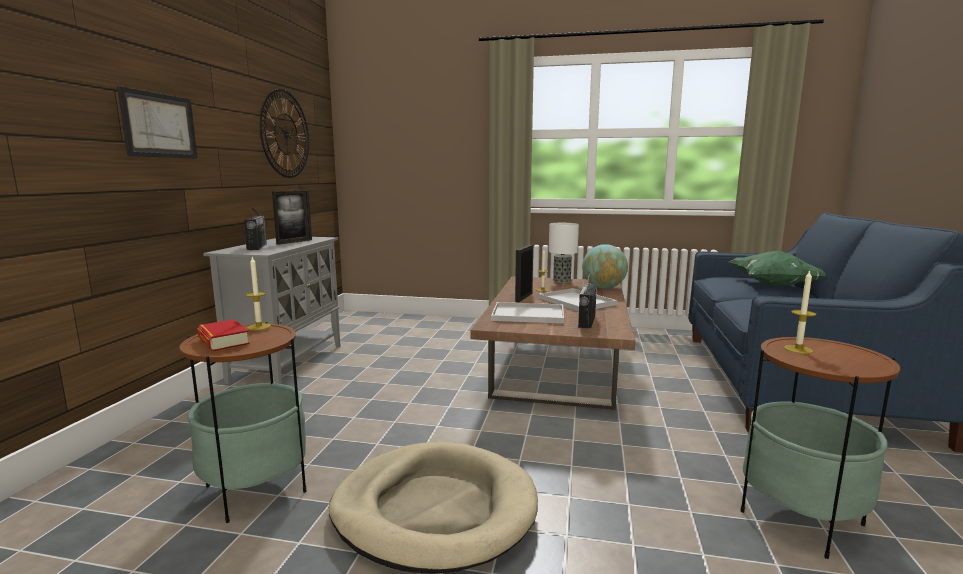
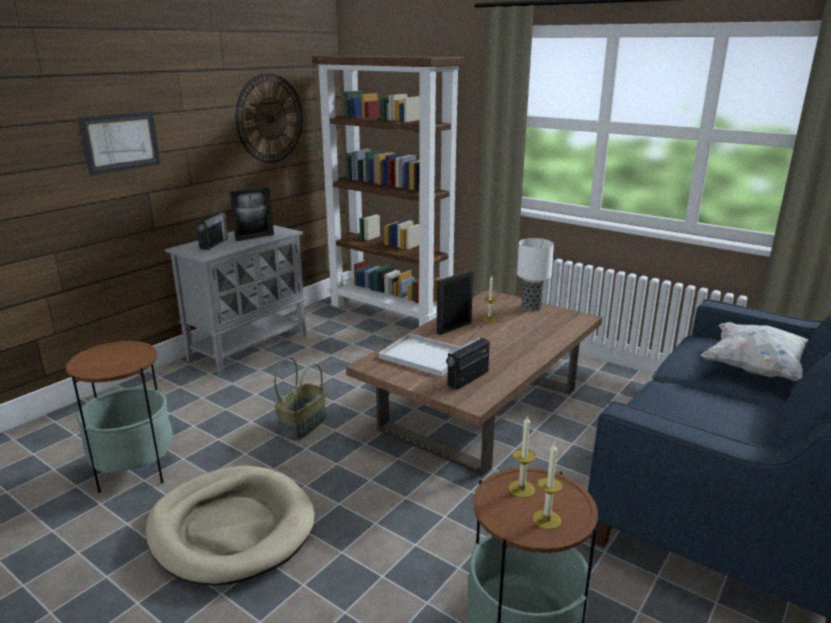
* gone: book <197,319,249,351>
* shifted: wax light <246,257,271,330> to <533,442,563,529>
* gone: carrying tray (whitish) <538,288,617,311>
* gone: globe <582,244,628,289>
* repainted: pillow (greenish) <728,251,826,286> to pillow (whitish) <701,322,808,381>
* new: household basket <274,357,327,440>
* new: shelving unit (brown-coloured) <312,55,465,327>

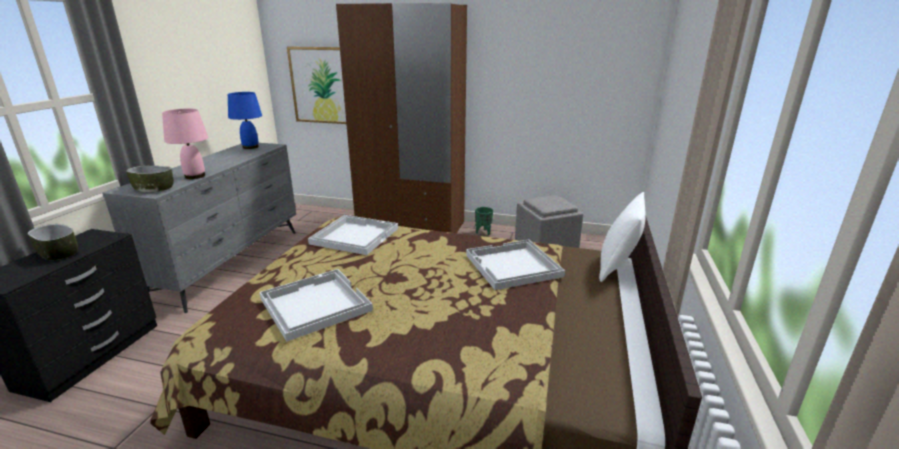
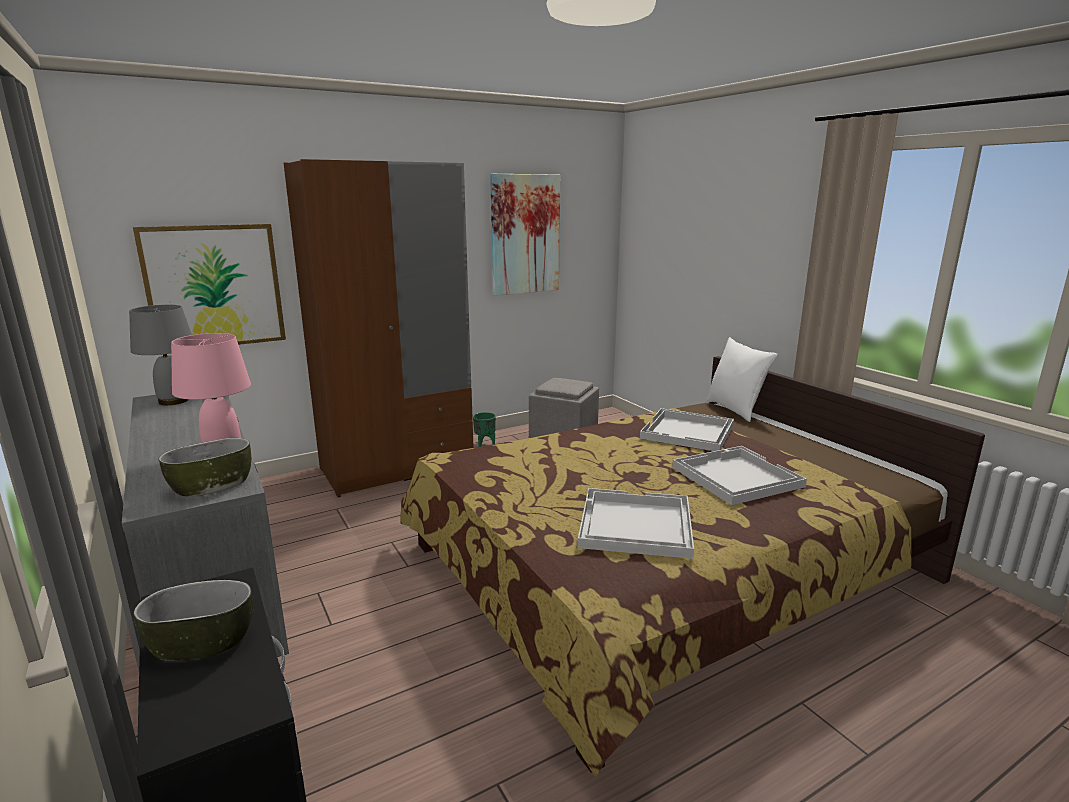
* repainted: table lamp (bluish) <228,92,262,149> to table lamp (gray) <129,305,192,405>
* shifted: carrying tray (whitish) <308,215,398,255> to <672,446,807,505>
* new: wall picture <490,174,560,296>

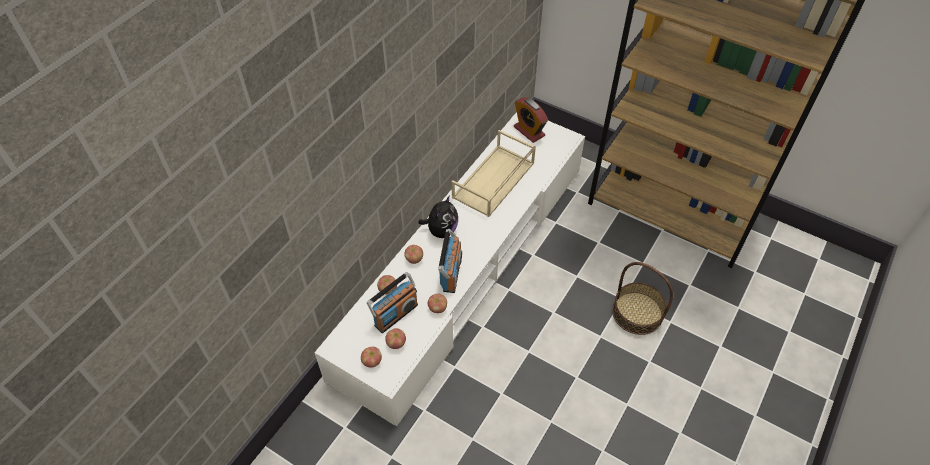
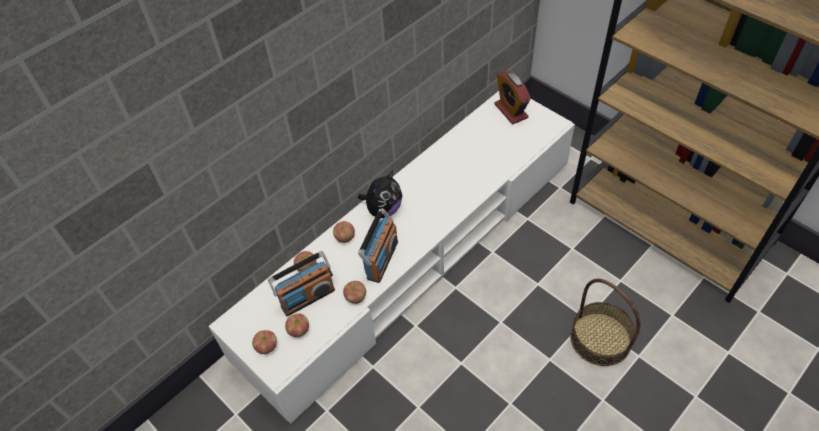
* gone: carrying tray (beige-coloured) <452,130,536,217>

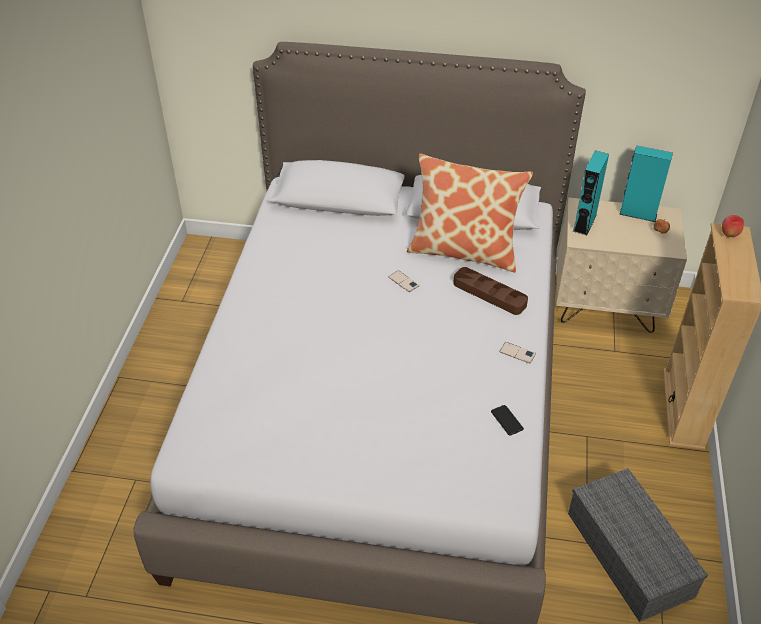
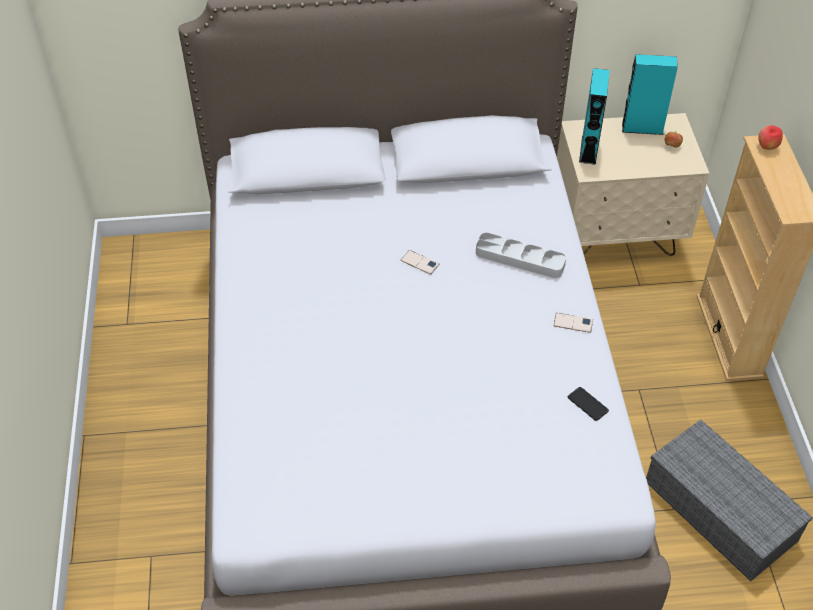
* gone: pillow <407,154,533,272>
* repainted: carrying tray (brown-coloured) <453,267,528,315> to carrying tray (gray) <476,232,566,278>

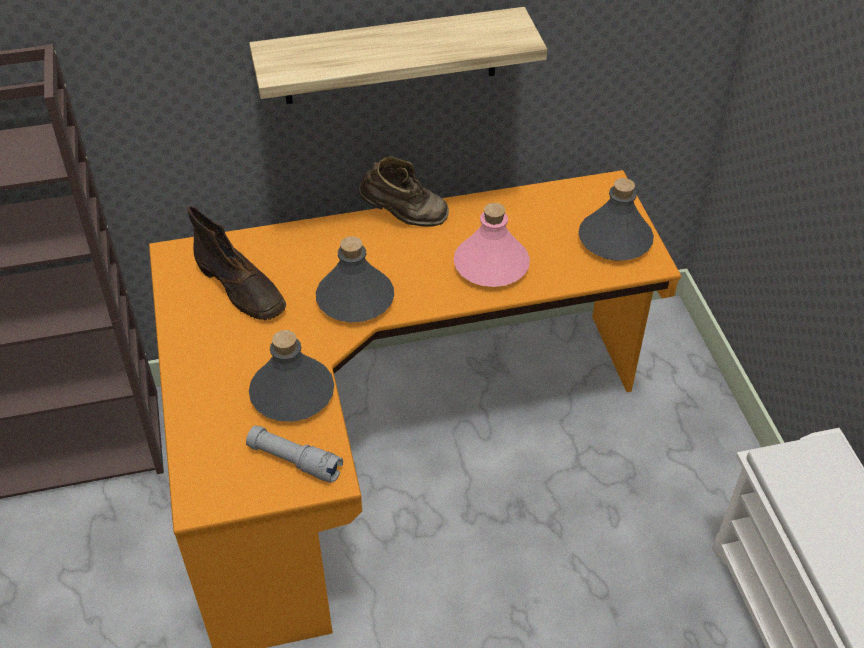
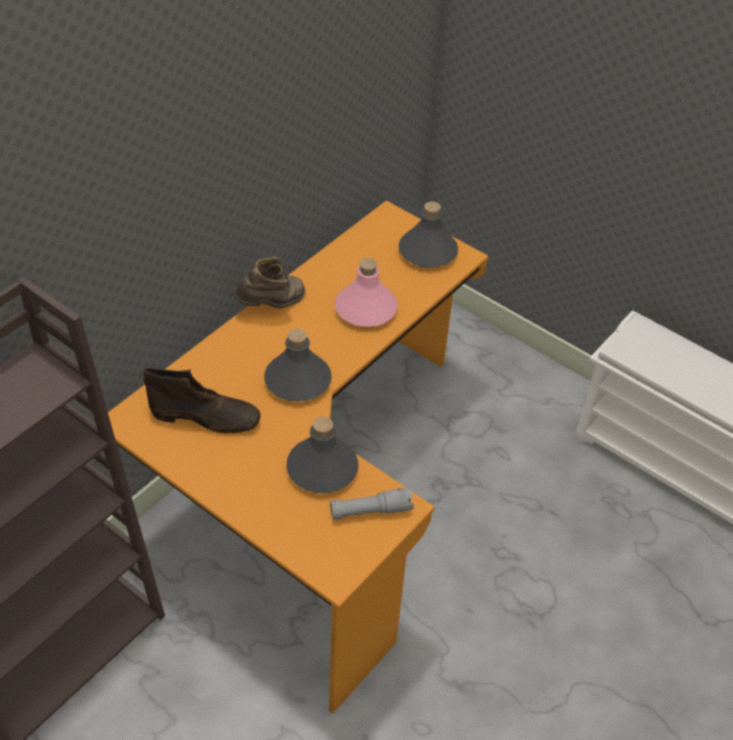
* gone: bracket shelf <249,7,547,104>

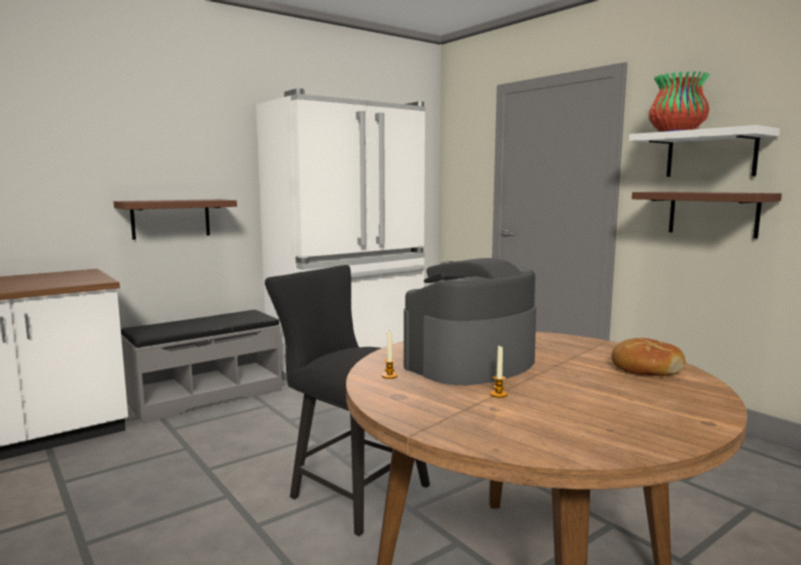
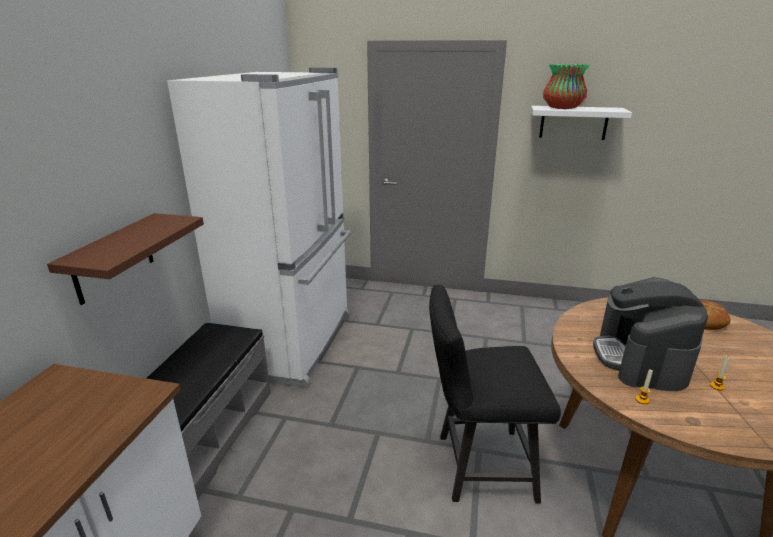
* gone: bracket shelf (brown-coloured) <632,192,782,239>

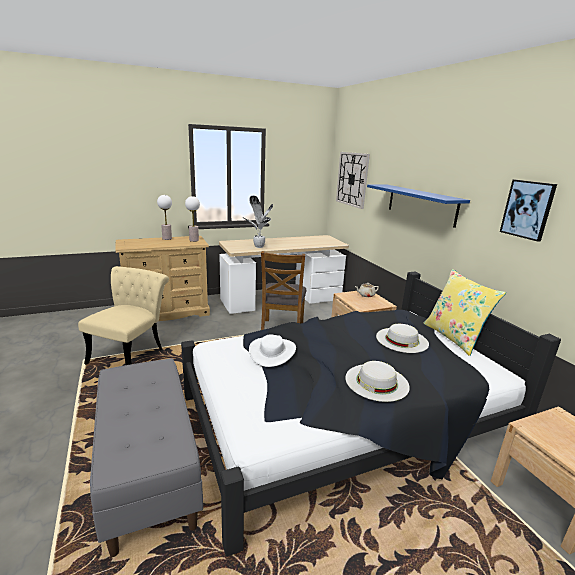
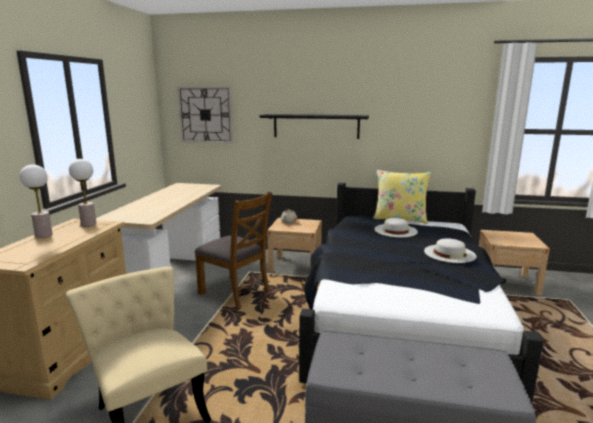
* gone: plant in a pot <244,196,273,248>
* gone: wearable hat (whitish) <249,334,296,367>
* repainted: bracket shelf (bluish) <367,185,470,228> to bracket shelf (blackish) <260,114,369,139>
* gone: wall picture <500,180,557,242>

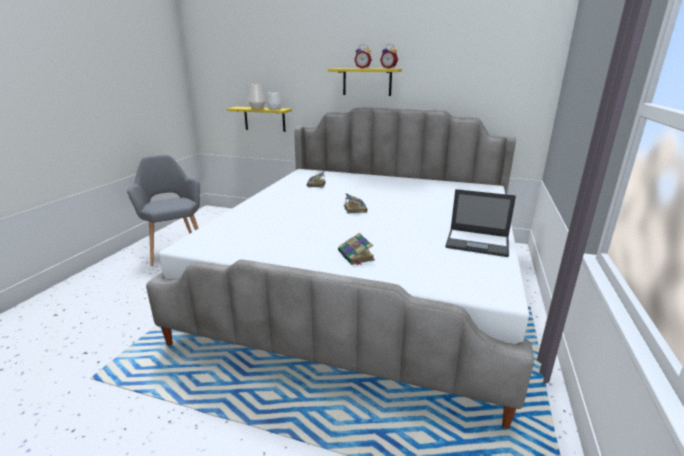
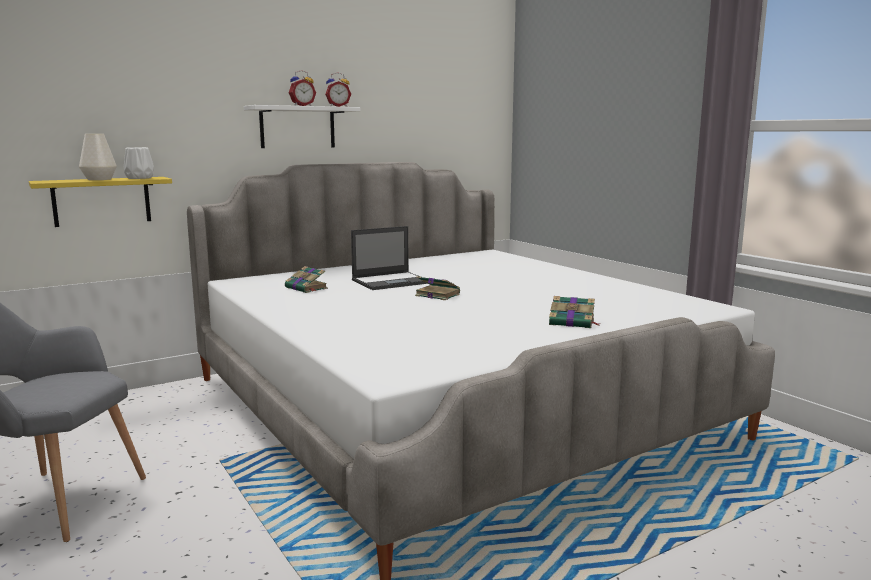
* repainted: bracket shelf (yellow) <328,68,402,96> to bracket shelf (whitish) <244,105,360,148>
* shifted: portable computer <445,189,516,257> to <351,226,428,290>

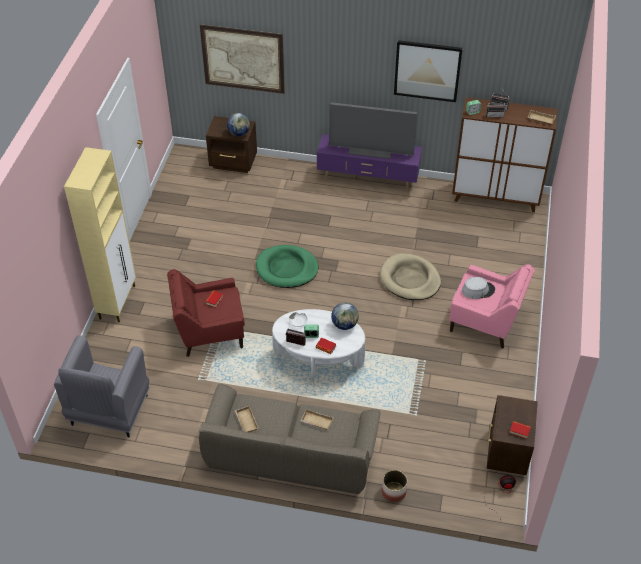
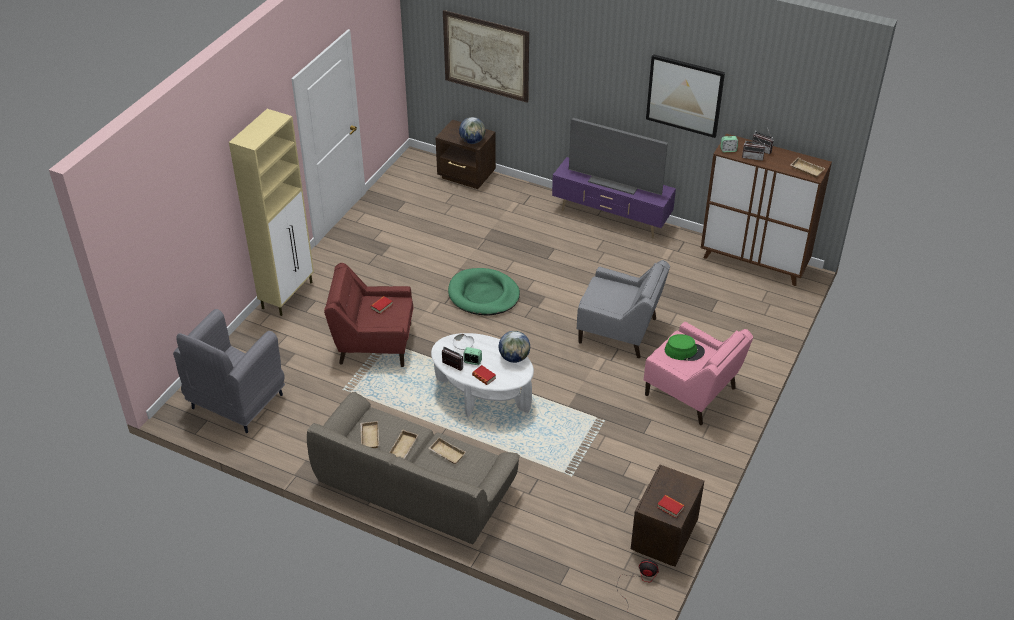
* swapped: dog bed (beige-coloured) <380,253,441,300> to lounge chair (gray) <577,260,670,358>
* gone: plant pot <382,470,407,502>
* repainted: wearable hat (gray) <462,277,495,299> to wearable hat (greenish) <665,334,705,361>
* new: carrying tray (beige-coloured) <389,429,418,459>

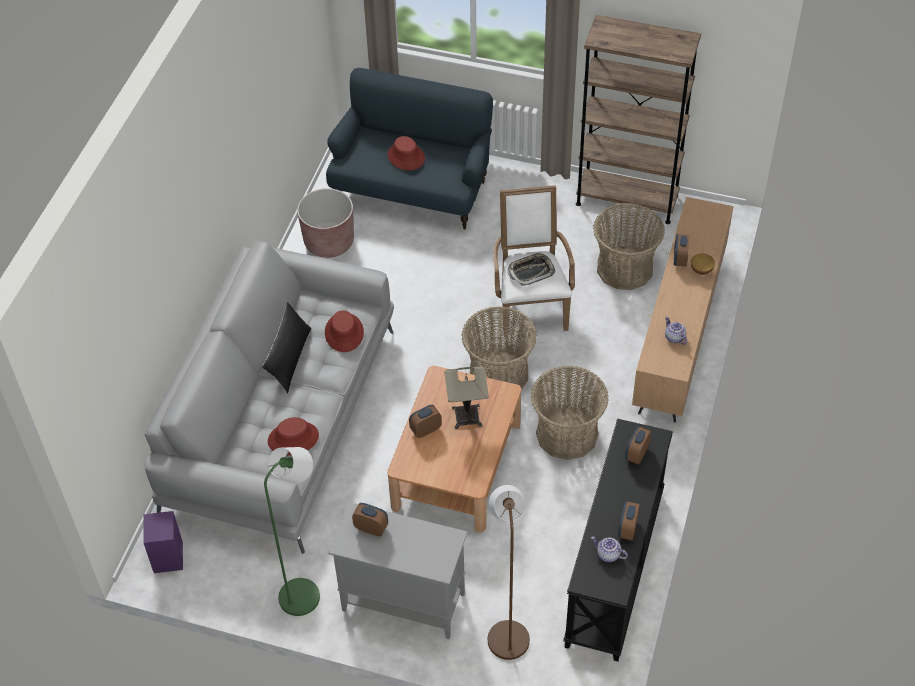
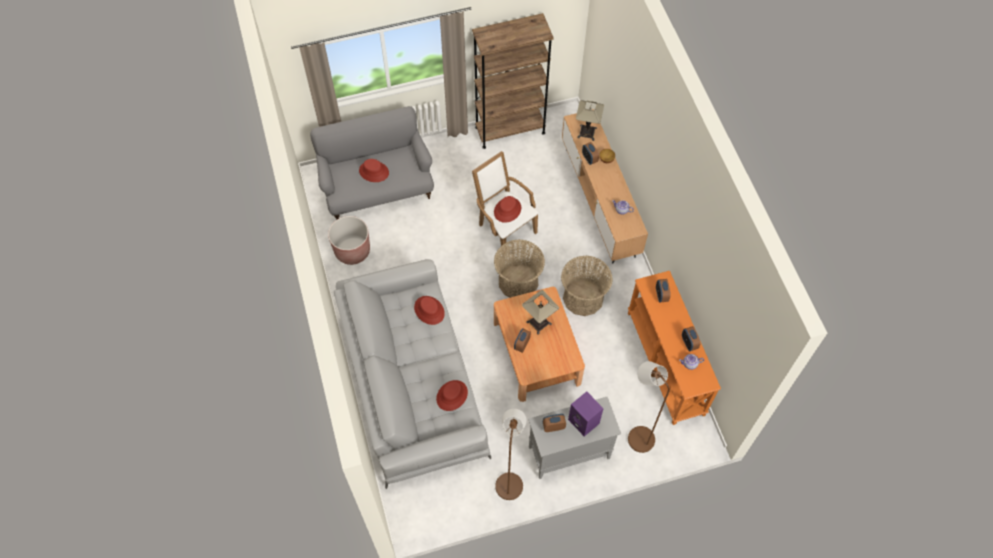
* shifted: loudspeaker (purple-coloured) <143,511,183,573> to <568,391,604,437>
* gone: pillow (blackish) <262,302,311,393>
* repainted: standing lamp (greenish) <264,447,320,616> to standing lamp (brown-coloured) <495,408,527,500>
* repainted: settee (bluish) <326,68,493,229> to settee (gray) <310,106,434,220>
* swapped: carrying tray <507,252,555,286> to wearable hat (red-coloured) <494,196,521,223>
* repainted: console table (blackish) <564,419,673,662> to console table (orange-coloured) <628,271,721,425>
* gone: household basket <593,203,665,290>
* new: table lamp <576,100,604,141>

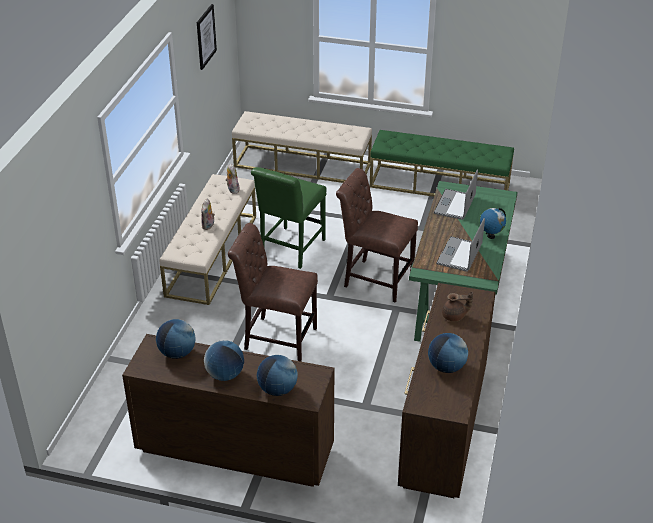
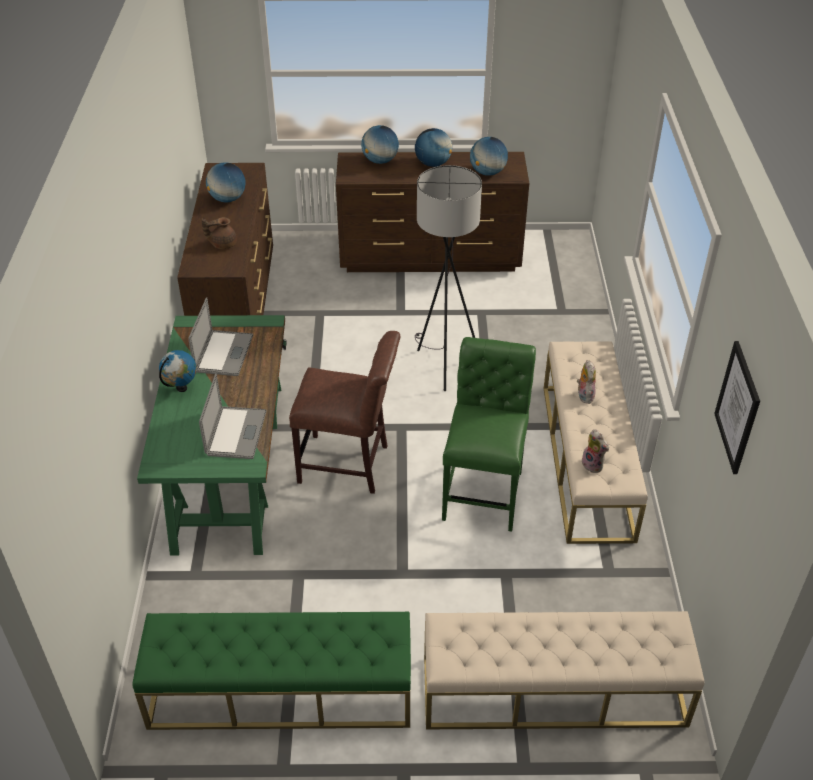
* swapped: upright chair (brown-coloured) <228,223,318,361> to standing lamp (gray) <415,165,482,391>

